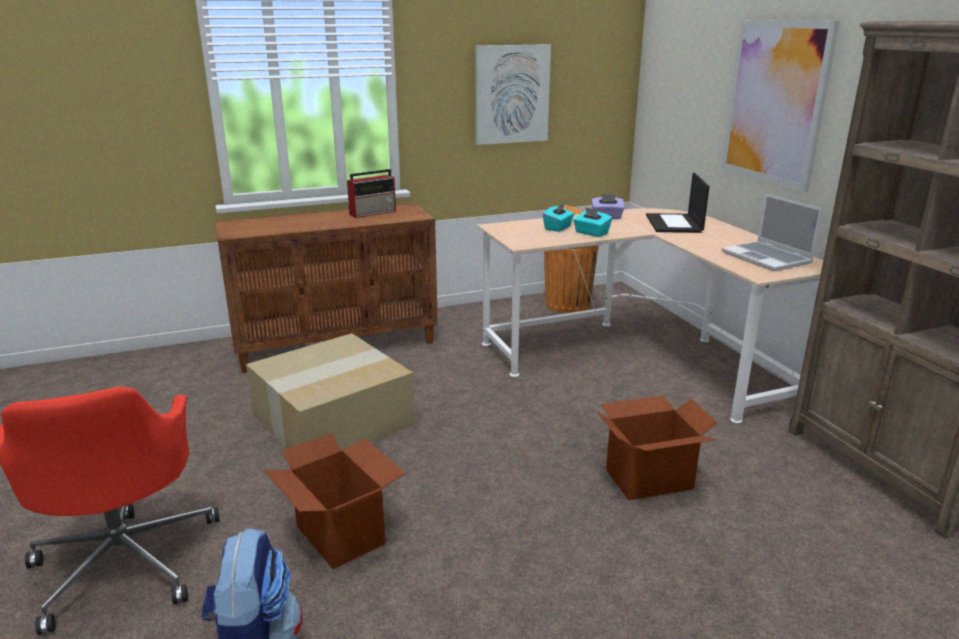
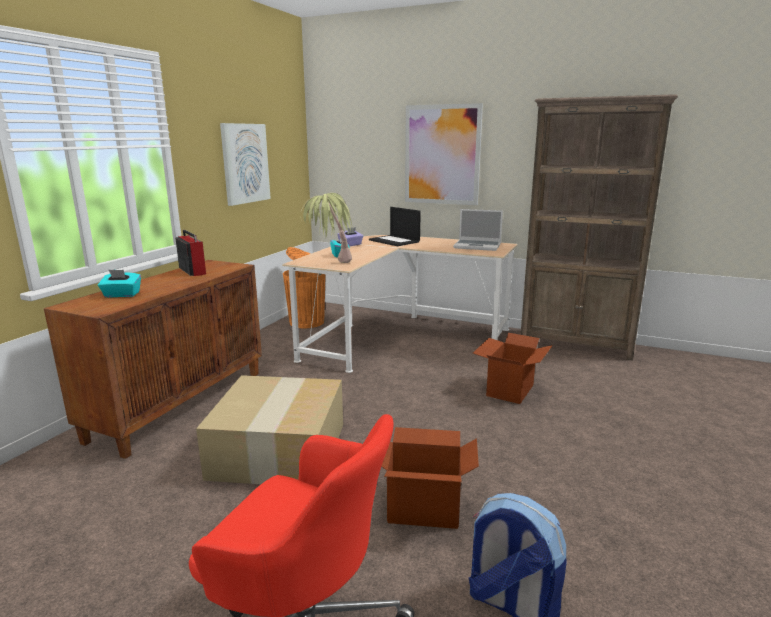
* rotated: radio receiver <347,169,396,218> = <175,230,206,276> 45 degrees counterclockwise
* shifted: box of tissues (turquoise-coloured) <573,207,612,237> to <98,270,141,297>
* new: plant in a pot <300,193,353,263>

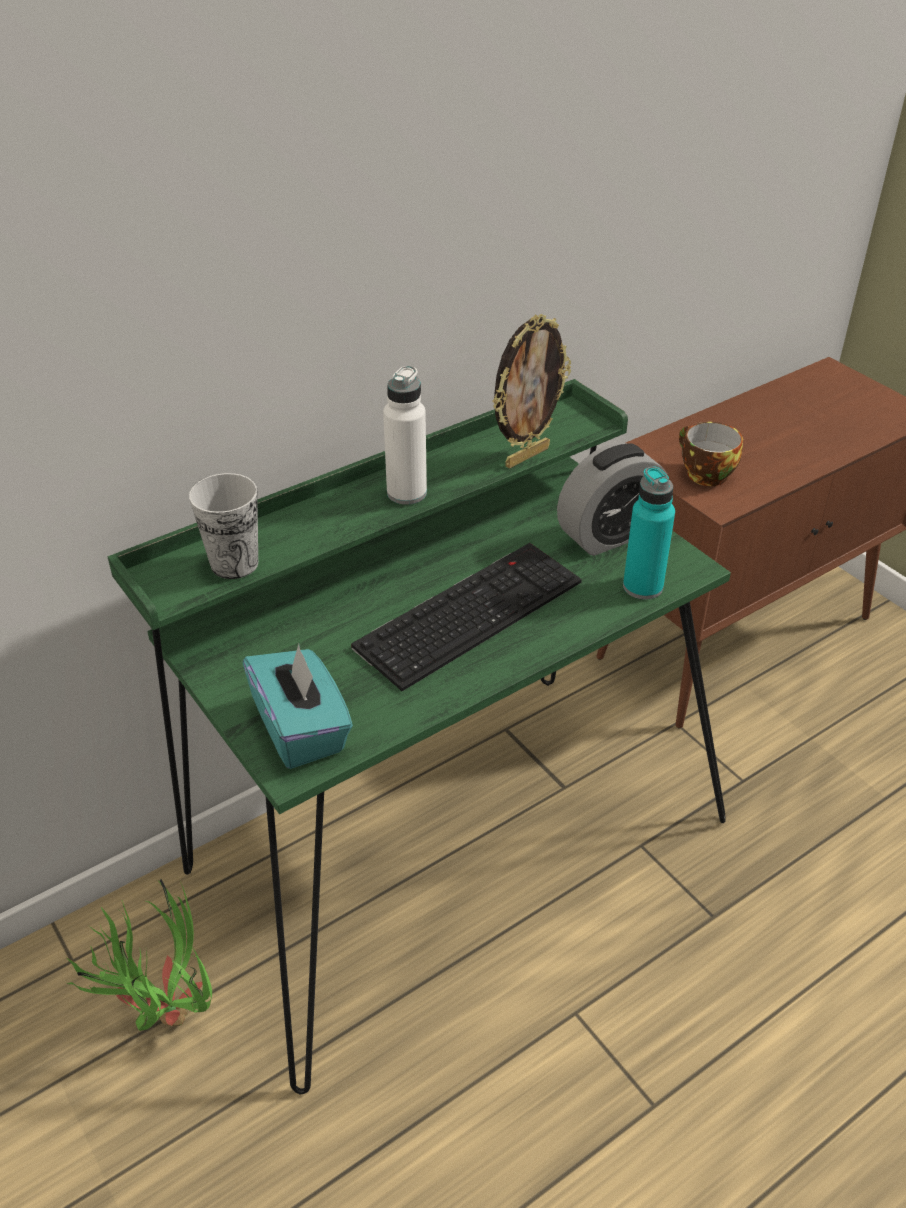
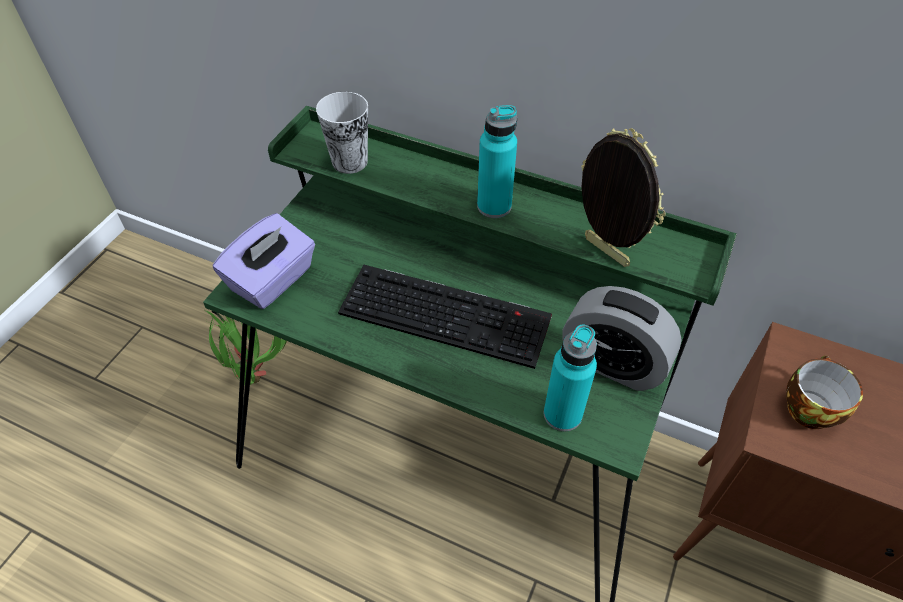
* repainted: box of tissues (turquoise-coloured) <243,644,353,769> to box of tissues (purple-coloured) <213,213,315,309>
* repainted: bottle (whitish) <383,366,427,505> to bottle (turquoise-coloured) <477,105,517,218>
* rotated: photo frame <492,314,571,468> = <581,128,665,267> 150 degrees counterclockwise

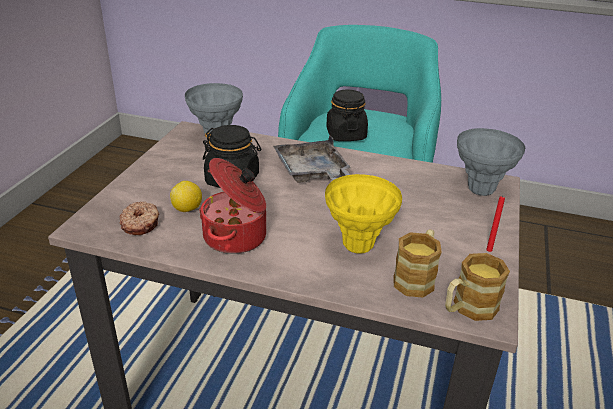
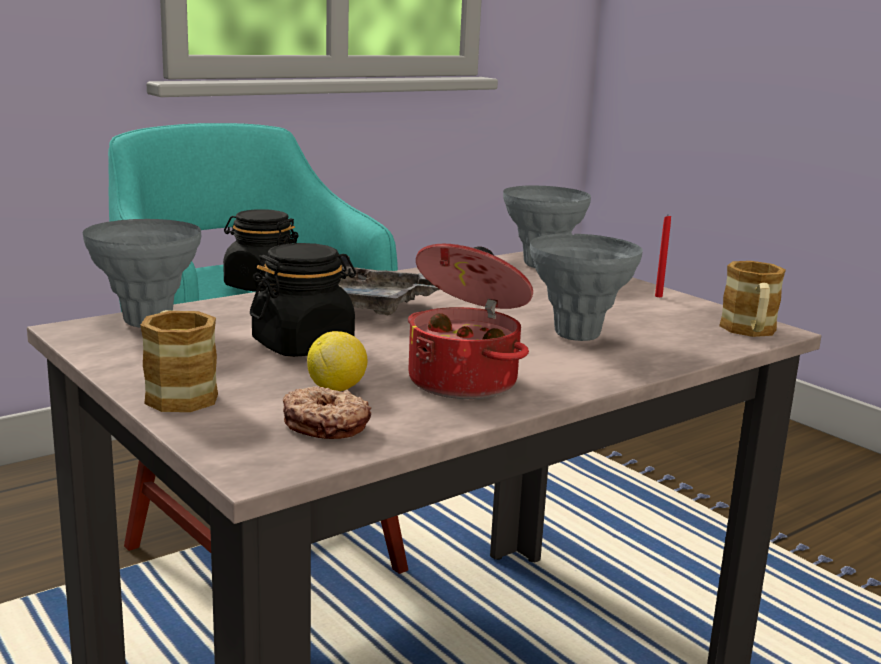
* repainted: flower vase (yellow) <325,174,402,254> to flower vase (gray) <530,234,643,341>
* shifted: mug <393,229,442,298> to <140,310,218,412>

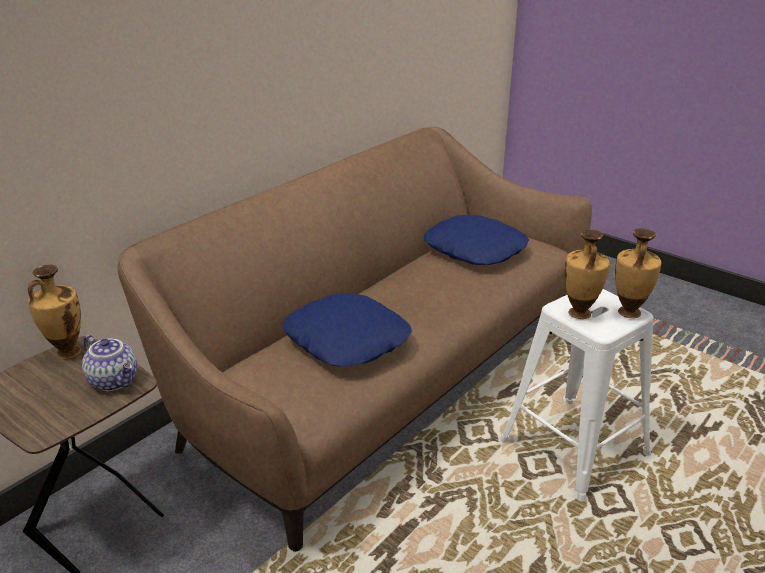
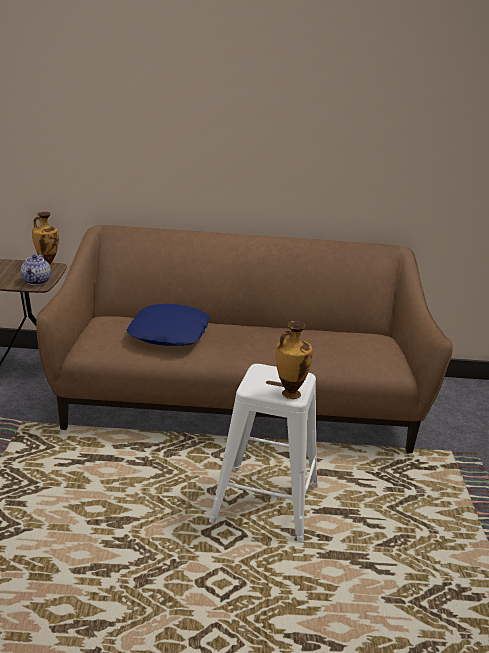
* gone: pillow (bluish) <424,215,529,265>
* gone: flower vase <564,229,610,319>

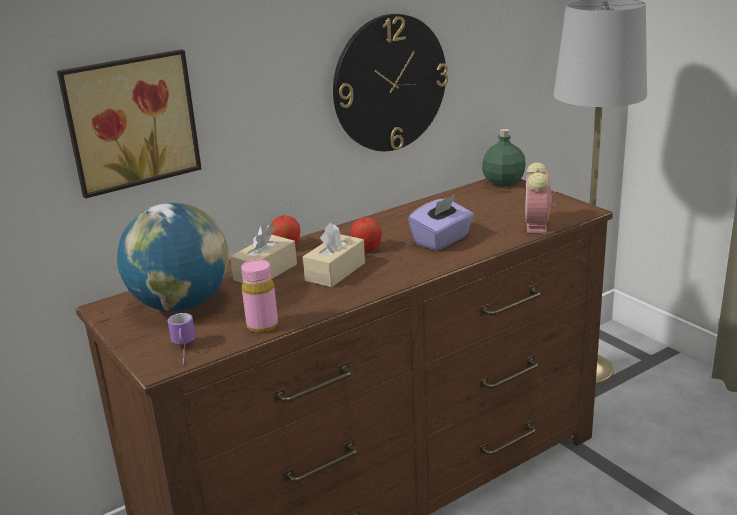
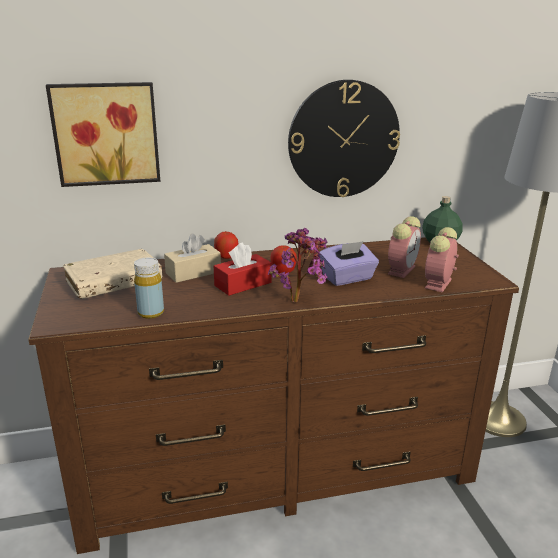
* swapped: globe <117,202,229,312> to book (beige-coloured) <63,249,163,299>
* gone: mug <168,313,195,366>
* repainted: bottle (pink) <241,260,278,333> to bottle (yellow) <134,257,164,319>
* repainted: box of tissues (beige-coloured) <303,223,365,287> to box of tissues (red-coloured) <214,242,272,296>
* new: plant in a pot <268,228,328,302>
* new: alarm clock <388,216,421,278>

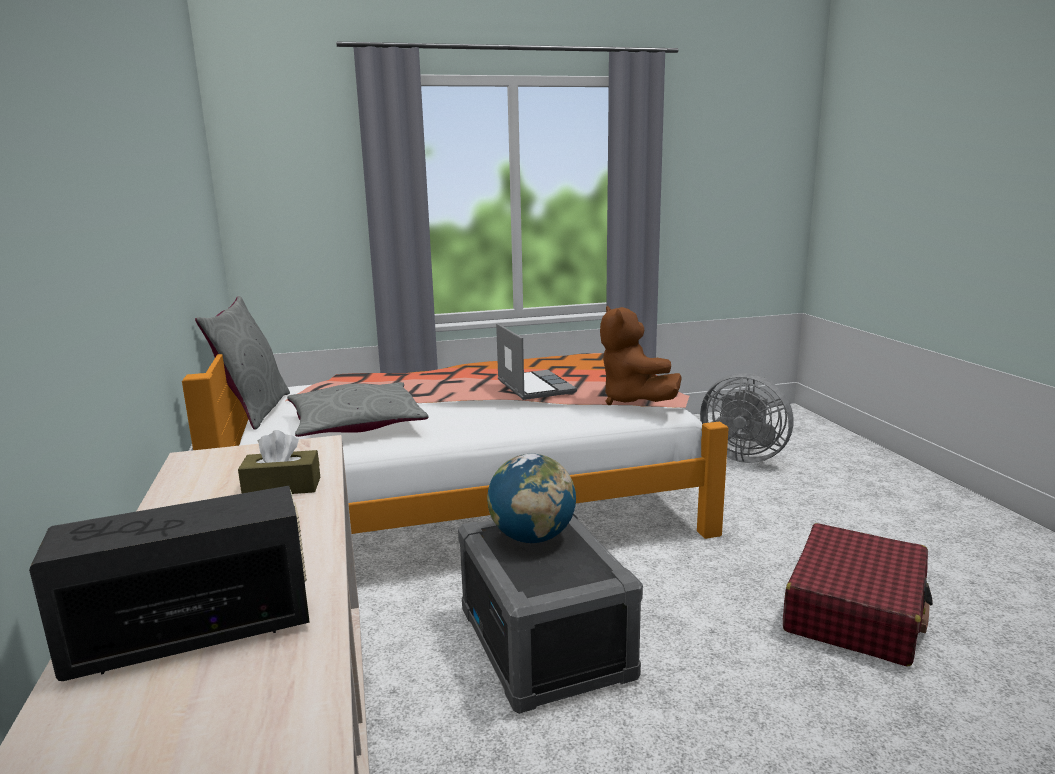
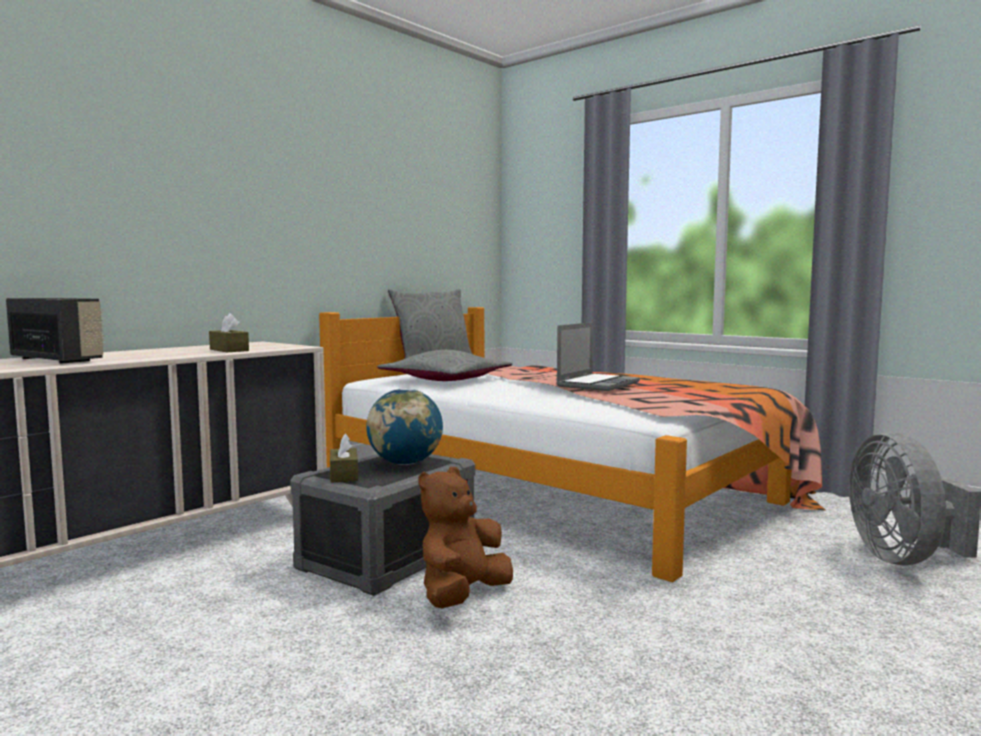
* shifted: plush toy (brown-coloured) <600,306,682,405> to <418,467,513,608>
* gone: piece of luggage (red-coloured) <783,523,933,667>
* new: box of tissues (brown-coloured) <330,433,358,483>

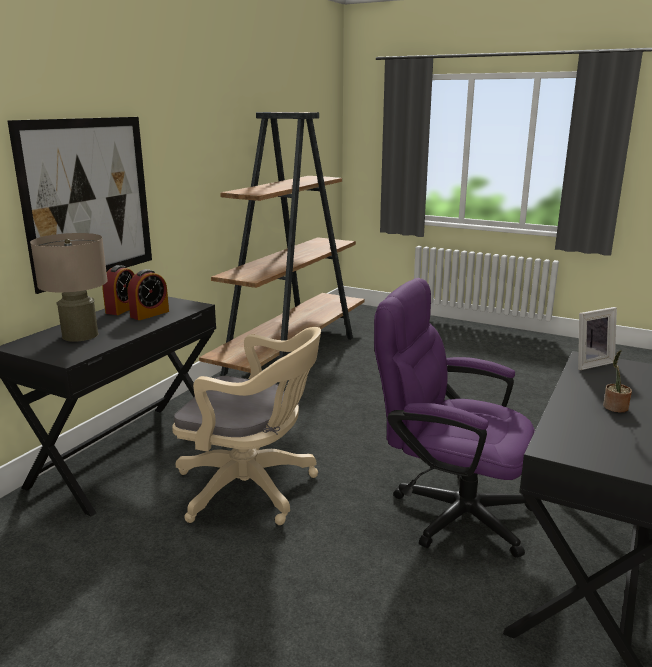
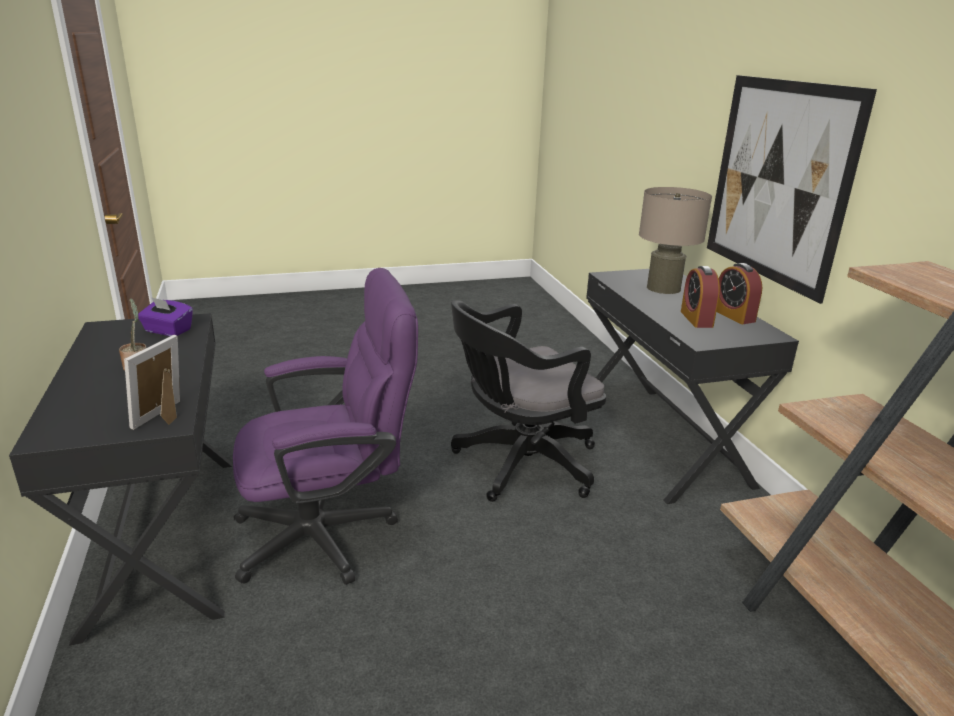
* repainted: office chair (beige-coloured) <172,327,321,525> to office chair (blackish) <451,300,606,502>
* new: box of tissues (purple-coloured) <138,297,193,336>

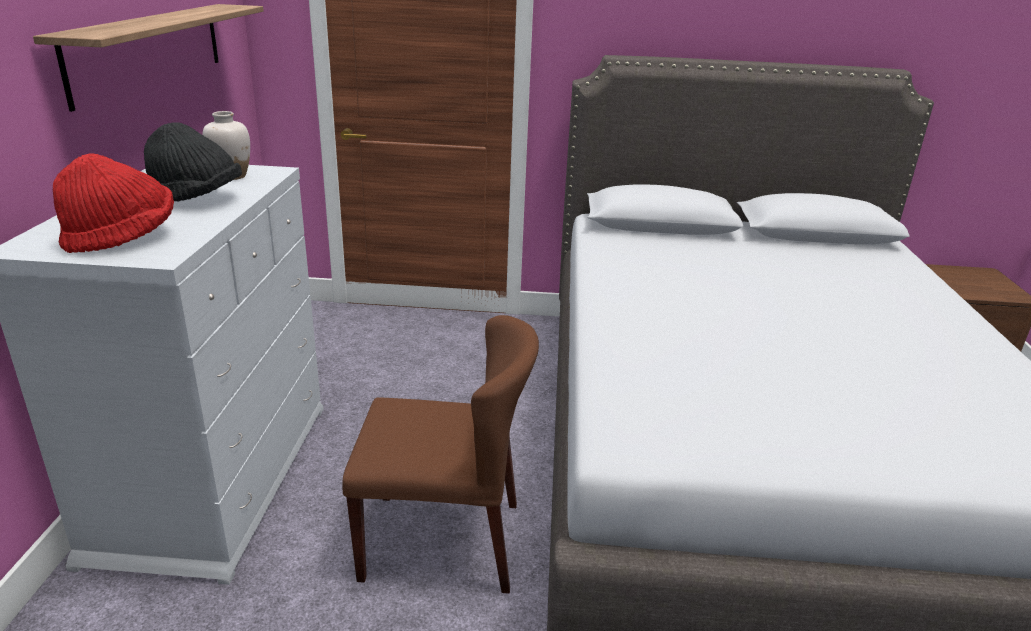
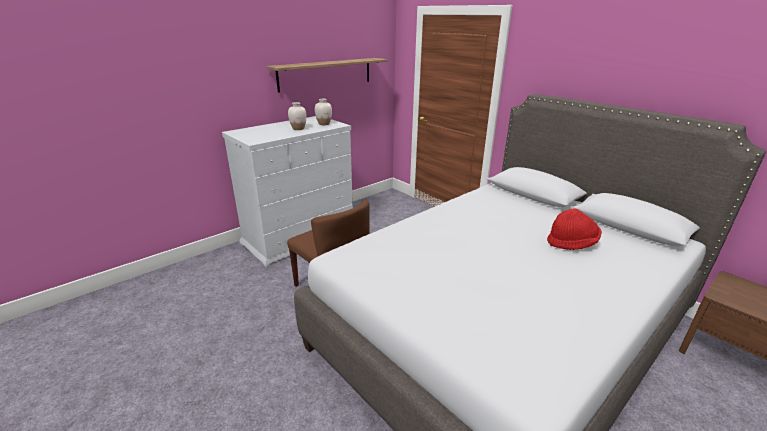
* shifted: wearable hat (red-coloured) <53,153,174,253> to <547,208,602,250>
* swapped: wearable hat (blackish) <144,122,242,201> to flower vase (whitish) <288,102,307,130>

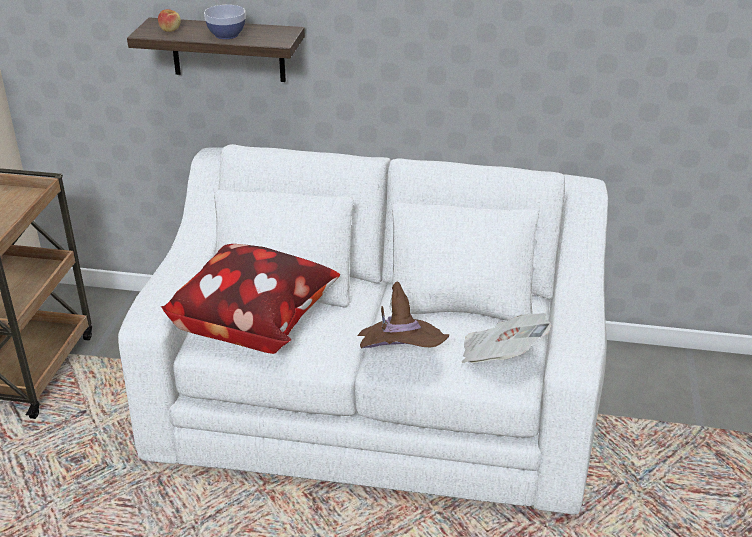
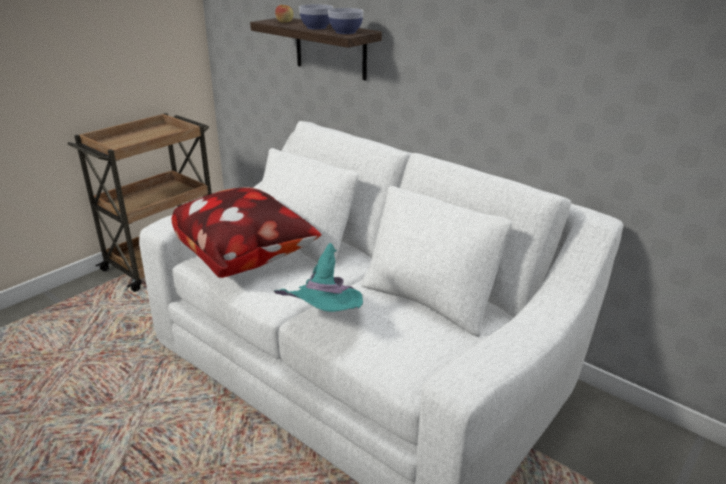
* repainted: wearable hat (brown-coloured) <357,282,449,348> to wearable hat (turquoise-coloured) <274,243,363,312>
* gone: printed paper <462,313,551,363>
* new: deep dish <328,8,363,34>

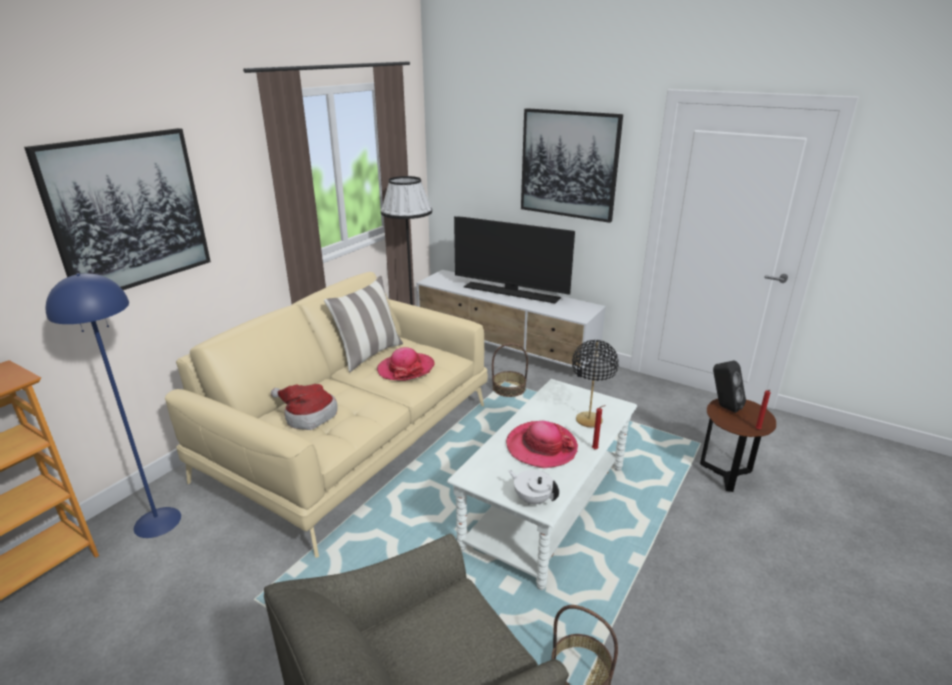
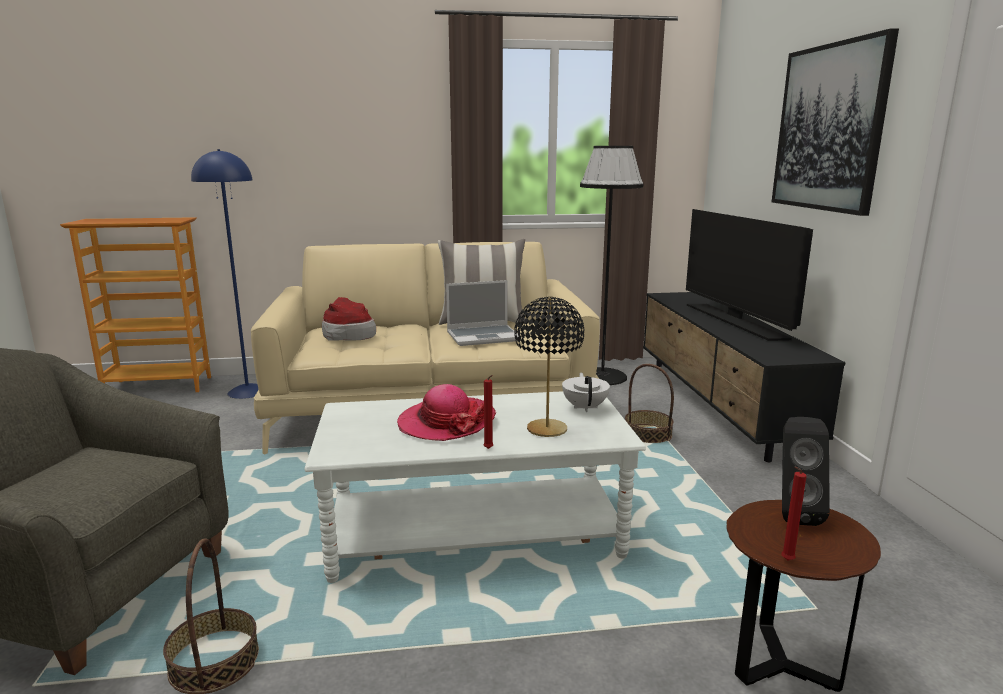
* gone: wall picture <24,128,211,290>
* swapped: wearable hat <377,347,435,381> to portable computer <446,280,522,346>
* repainted: tv stand (whitish) <416,270,606,377> to tv stand (blackish) <643,292,846,462>
* shifted: tea pot (whitish) <508,470,559,505> to <562,373,610,412>

